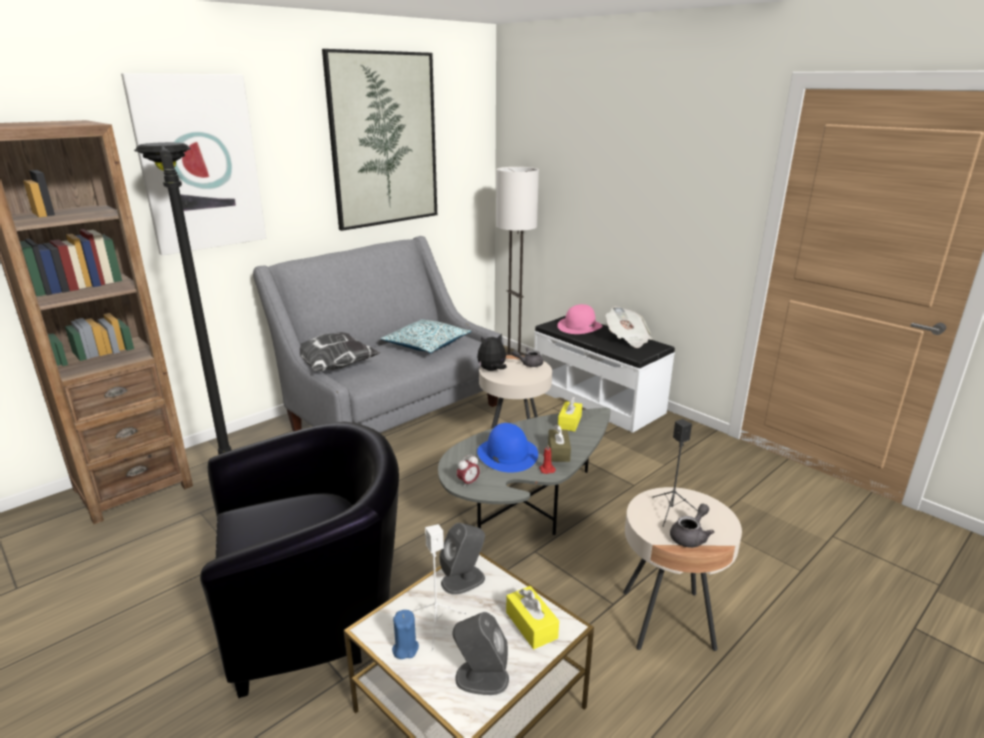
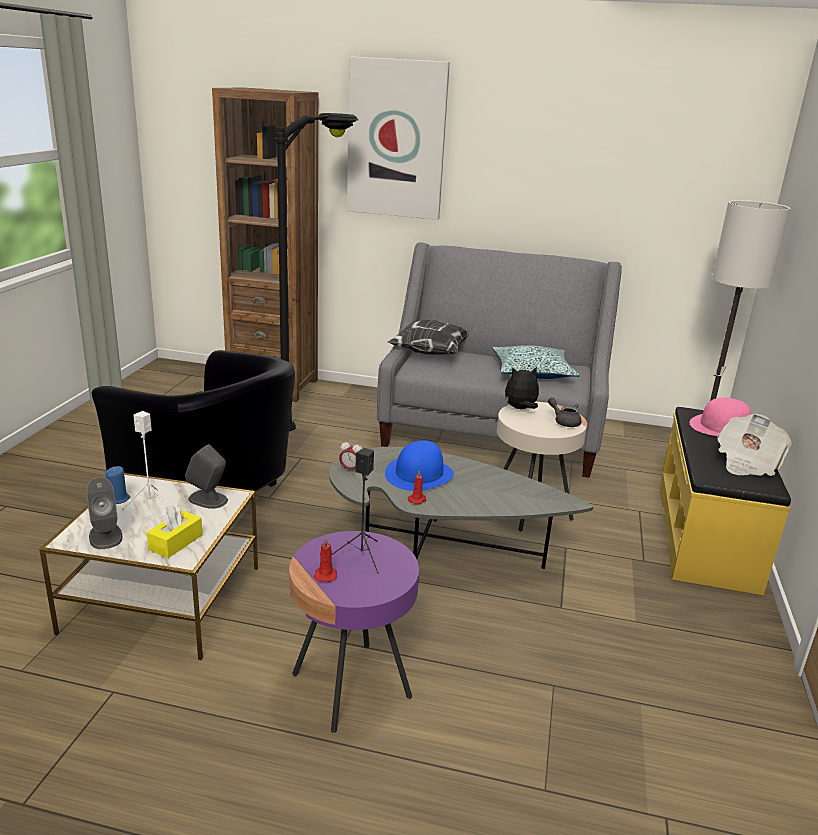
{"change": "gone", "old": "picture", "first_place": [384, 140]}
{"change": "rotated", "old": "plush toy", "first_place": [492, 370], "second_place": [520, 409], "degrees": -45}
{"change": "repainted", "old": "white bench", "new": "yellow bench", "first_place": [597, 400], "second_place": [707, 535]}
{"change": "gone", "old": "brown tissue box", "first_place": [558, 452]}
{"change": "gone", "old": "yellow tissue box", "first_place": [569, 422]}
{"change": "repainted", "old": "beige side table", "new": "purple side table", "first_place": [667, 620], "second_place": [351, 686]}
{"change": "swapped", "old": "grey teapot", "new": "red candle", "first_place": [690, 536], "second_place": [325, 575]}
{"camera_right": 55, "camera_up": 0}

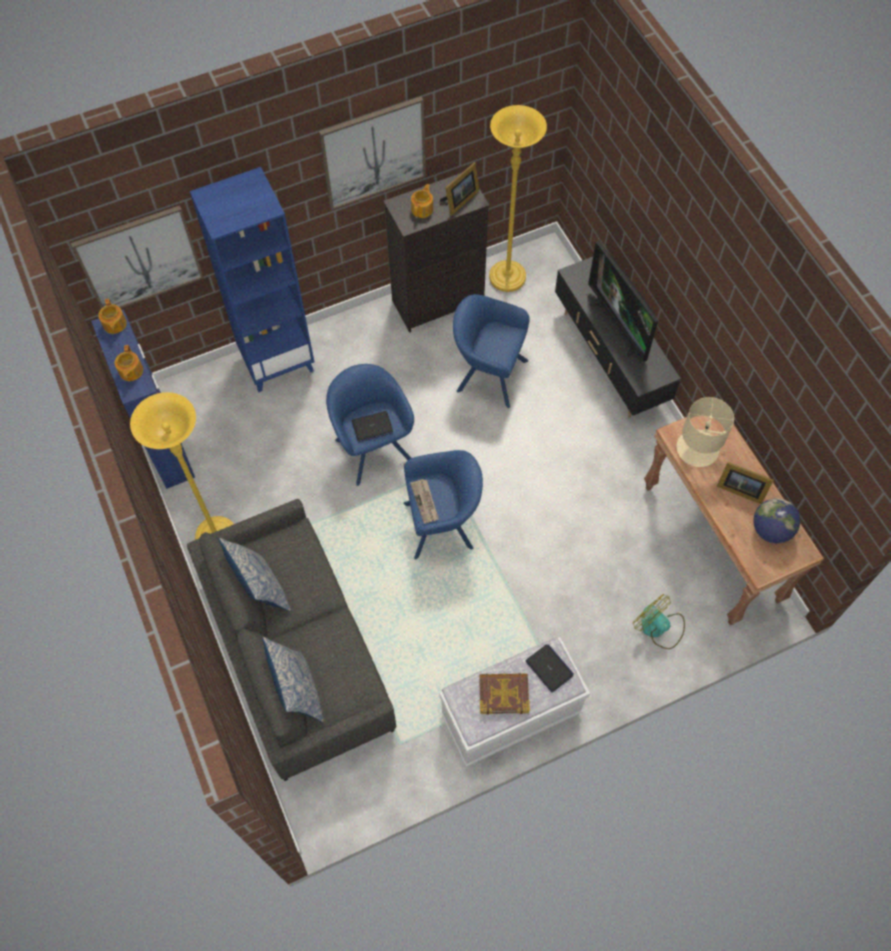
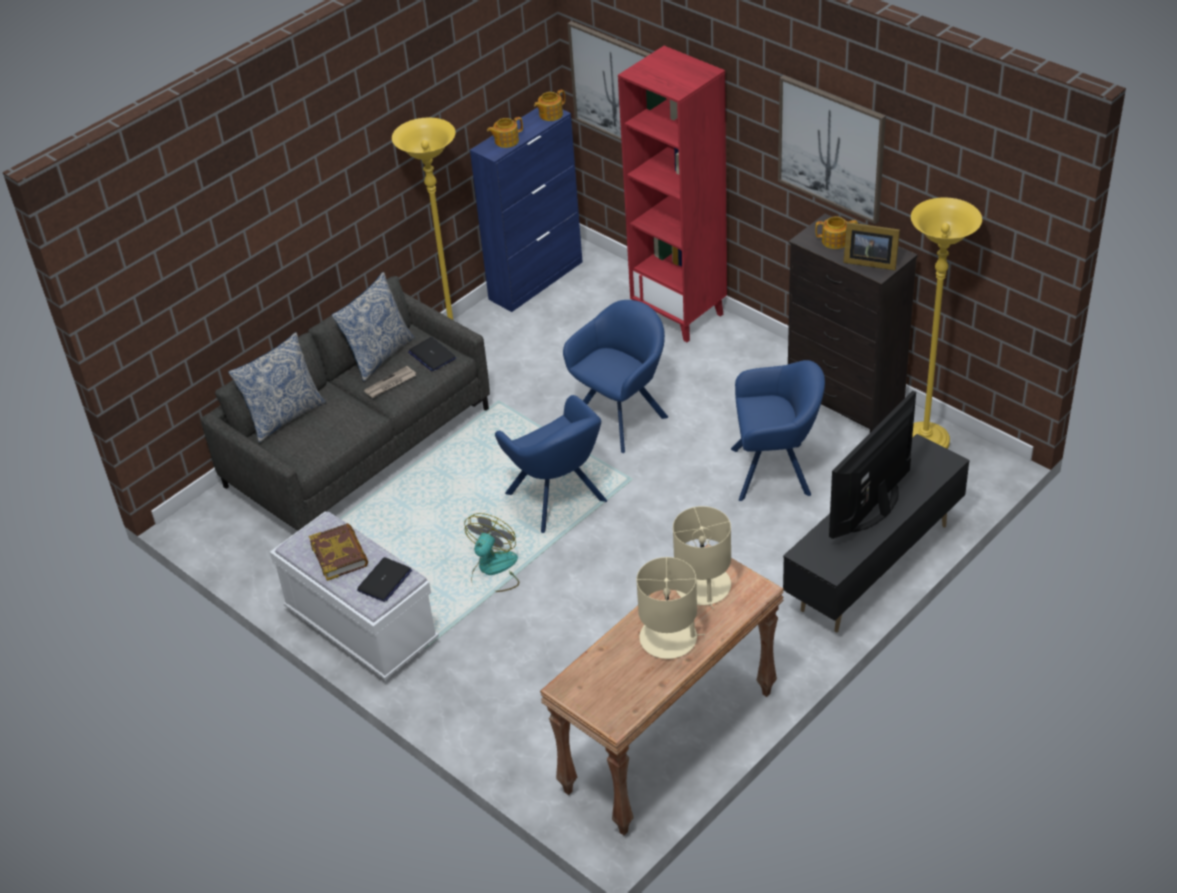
{"change": "repainted", "old": "blue bookcase", "new": "red bookcase", "first_place": [278, 362], "second_place": [680, 314]}
{"change": "shifted", "old": "laptop", "first_place": [372, 427], "second_place": [432, 355]}
{"change": "shifted", "old": "newspaper", "first_place": [425, 502], "second_place": [390, 384]}
{"change": "rotated", "old": "blue armchair", "first_place": [488, 374], "second_place": [776, 471], "degrees": 90}
{"change": "shifted", "old": "fan", "first_place": [658, 627], "second_place": [493, 570]}
{"change": "swapped", "old": "picture frame", "new": "beige table lamp", "first_place": [739, 489], "second_place": [669, 638]}
{"change": "gone", "old": "globe", "first_place": [770, 530]}
{"camera_right": 70, "camera_up": -20}

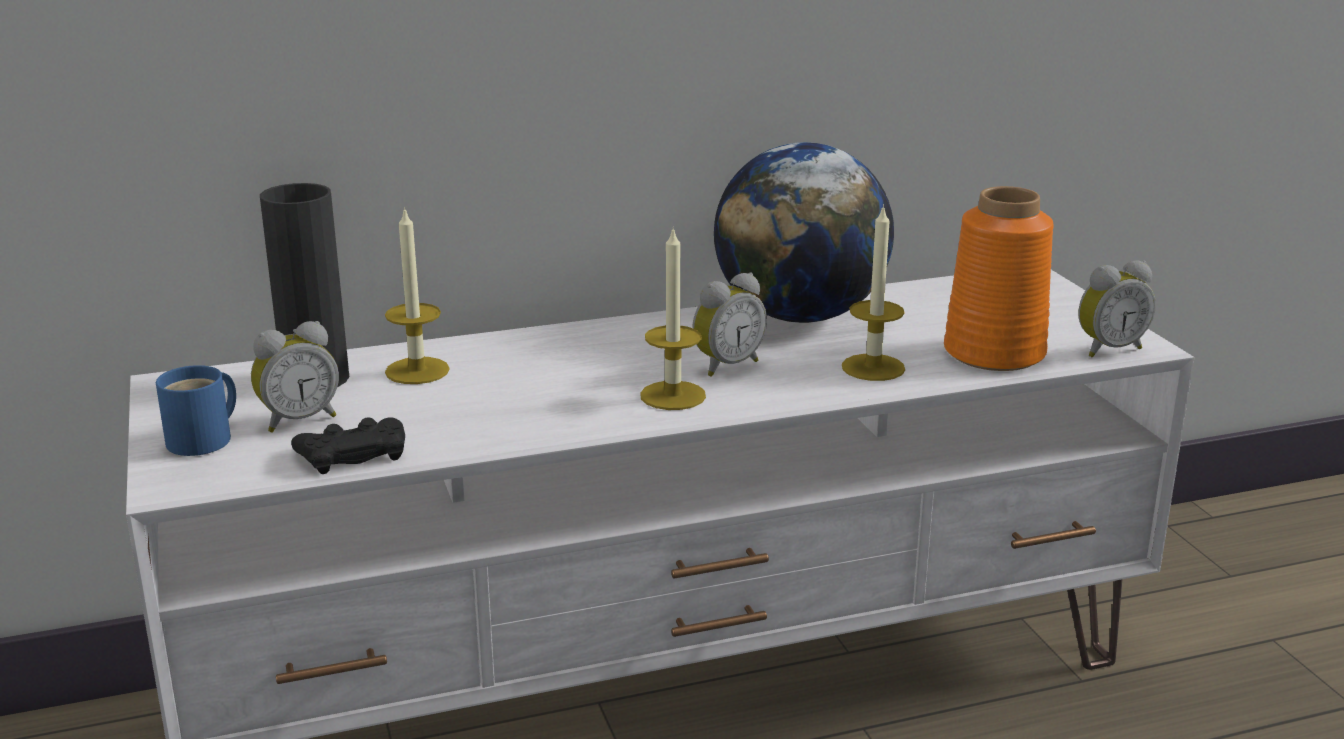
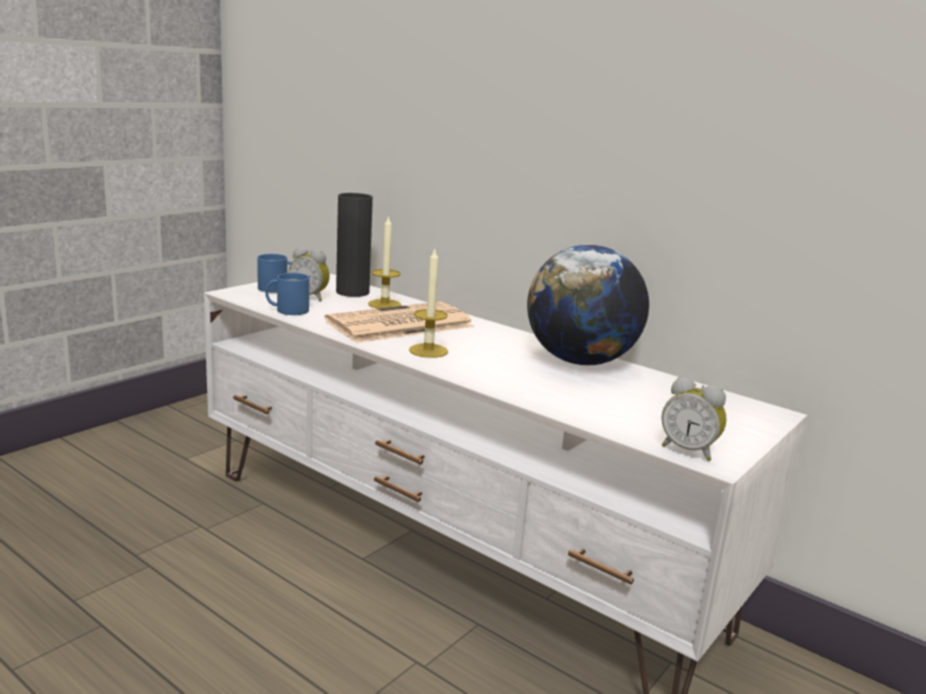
{"change": "swapped", "old": "black game controller", "new": "blue mug", "first_place": [353, 454], "second_place": [289, 310]}
{"change": "gone", "old": "alarm clock", "first_place": [725, 365]}
{"change": "gone", "old": "candle", "first_place": [873, 367]}
{"change": "gone", "old": "orange vase", "first_place": [994, 352]}
{"change": "new", "new": "newspaper", "second_place": [398, 324]}
{"camera_right": 55, "camera_up": -5}

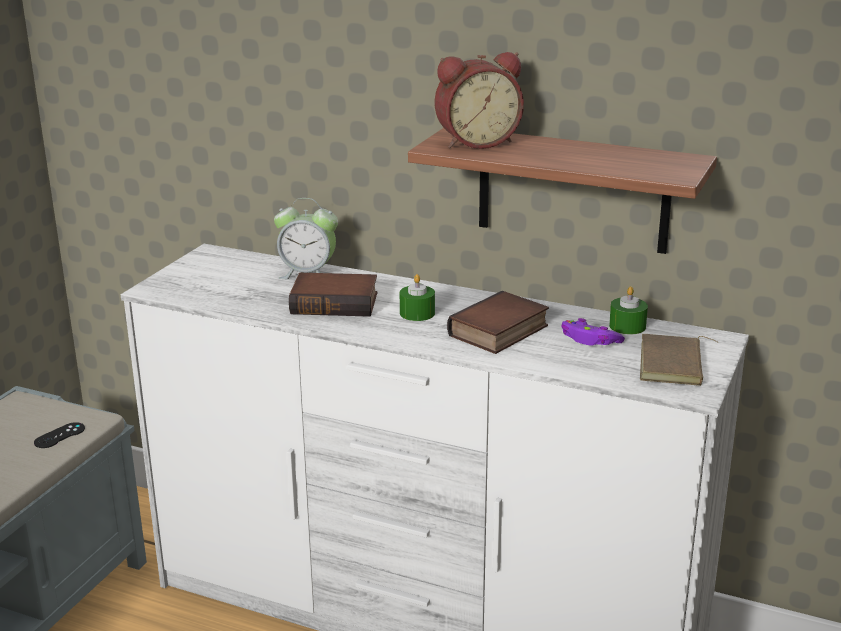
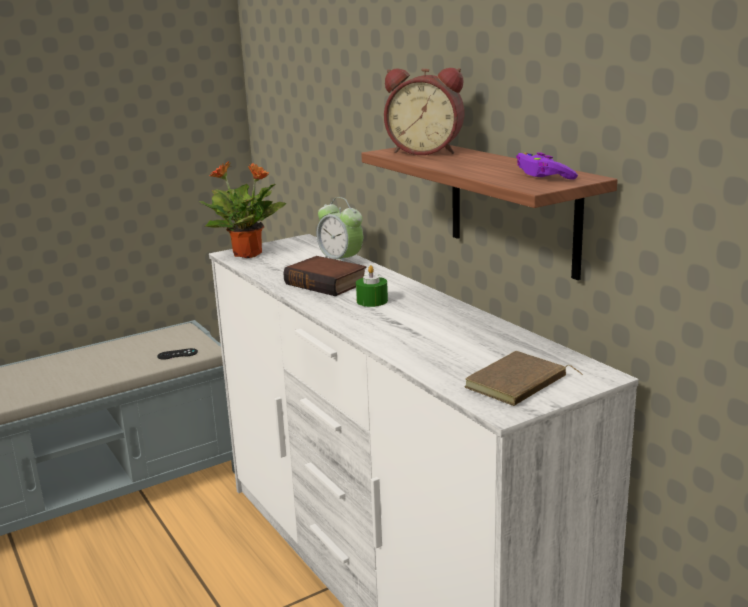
{"change": "gone", "old": "book", "first_place": [499, 332]}
{"change": "shifted", "old": "purple game controller", "first_place": [590, 340], "second_place": [543, 175]}
{"change": "gone", "old": "green candle", "first_place": [627, 326]}
{"change": "new", "new": "potted plant", "second_place": [249, 254]}
{"camera_right": 35, "camera_up": -5}

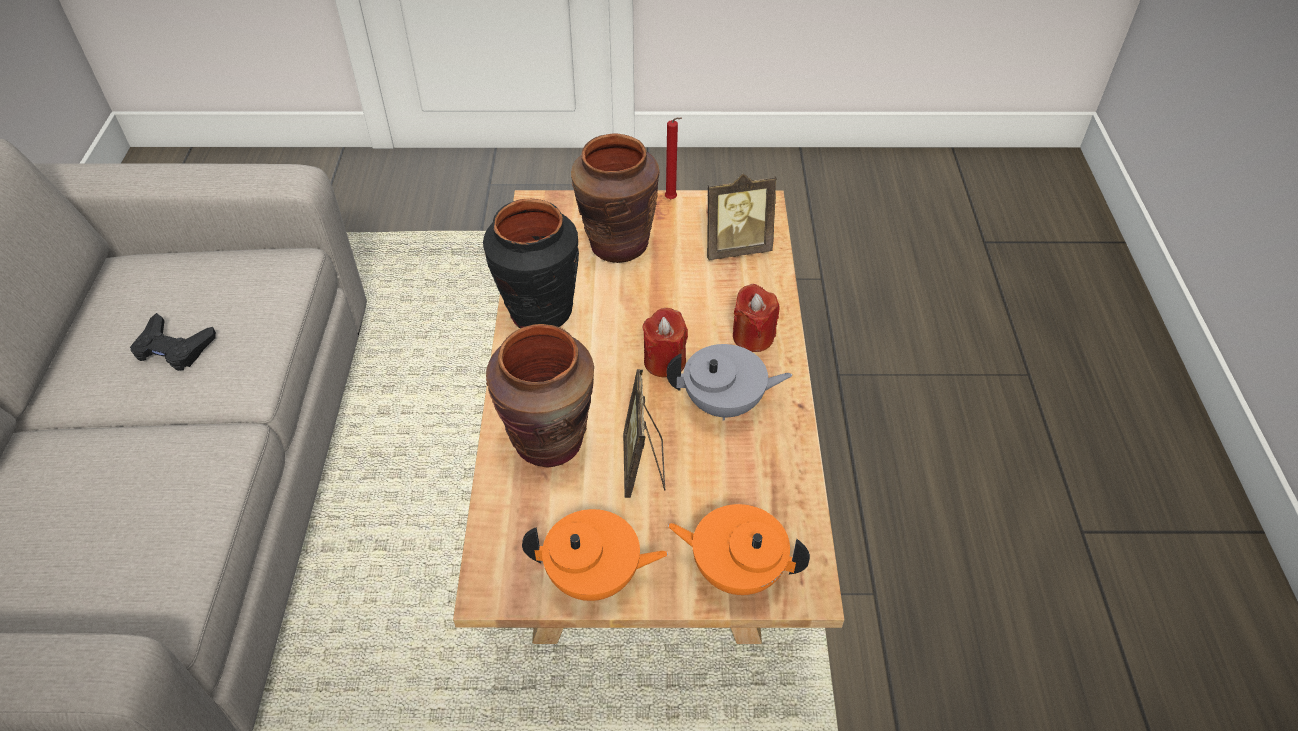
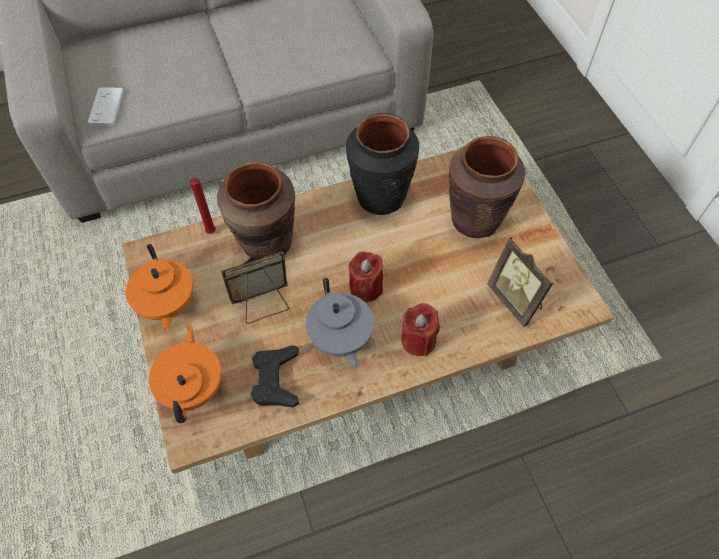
{"change": "shifted", "old": "black game controller", "first_place": [173, 348], "second_place": [276, 379]}
{"change": "shifted", "old": "red candle", "first_place": [672, 200], "second_place": [210, 233]}
{"change": "new", "new": "white game controller", "second_place": [106, 107]}
{"camera_right": 70, "camera_up": 10}

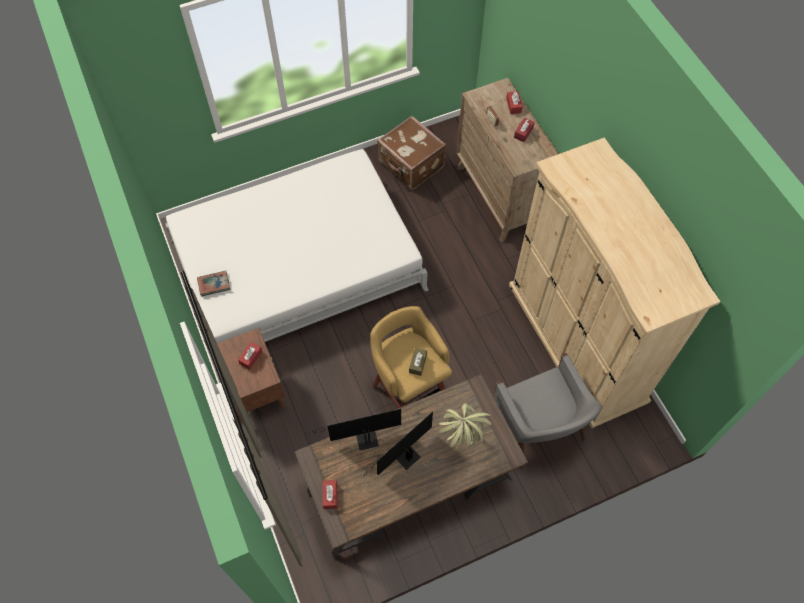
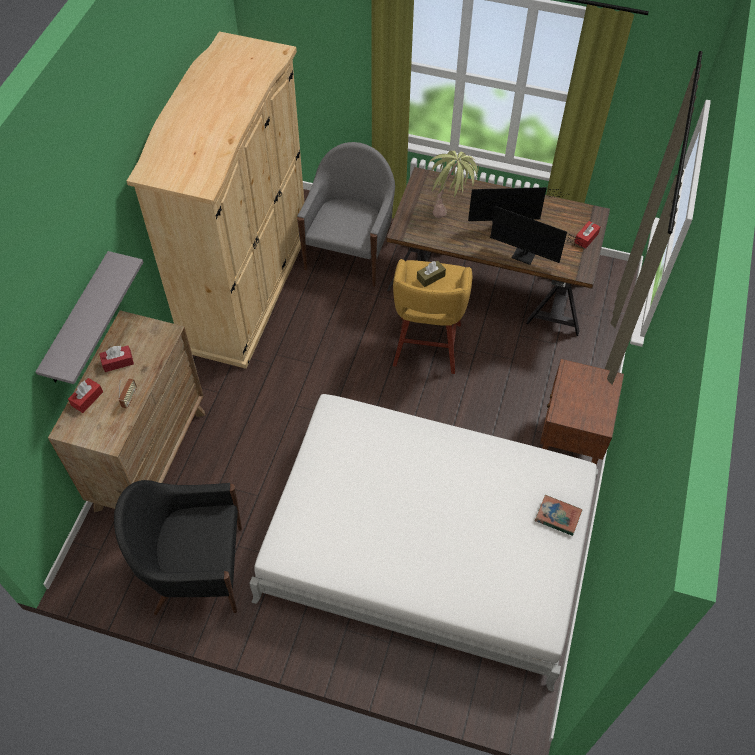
{"change": "gone", "old": "red tissue box", "first_place": [251, 357]}
{"change": "swapped", "old": "brown suitcase", "new": "black armchair", "first_place": [410, 165], "second_place": [196, 570]}
{"change": "new", "new": "grey shelf", "second_place": [78, 320]}
{"camera_right": -140, "camera_up": -5}

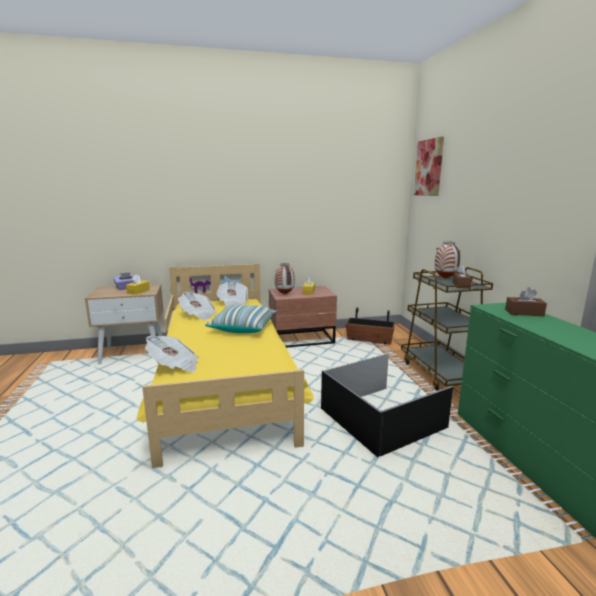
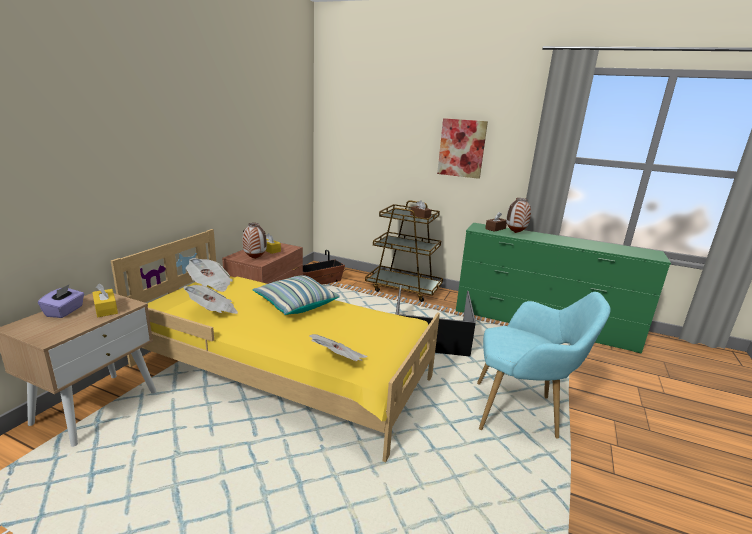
{"change": "shifted", "old": "picture", "first_place": [429, 167], "second_place": [461, 148]}
{"change": "shifted", "old": "vase", "first_place": [445, 278], "second_place": [515, 232]}
{"change": "new", "new": "turquoise armchair", "second_place": [522, 412]}
{"camera_right": -55, "camera_up": 5}

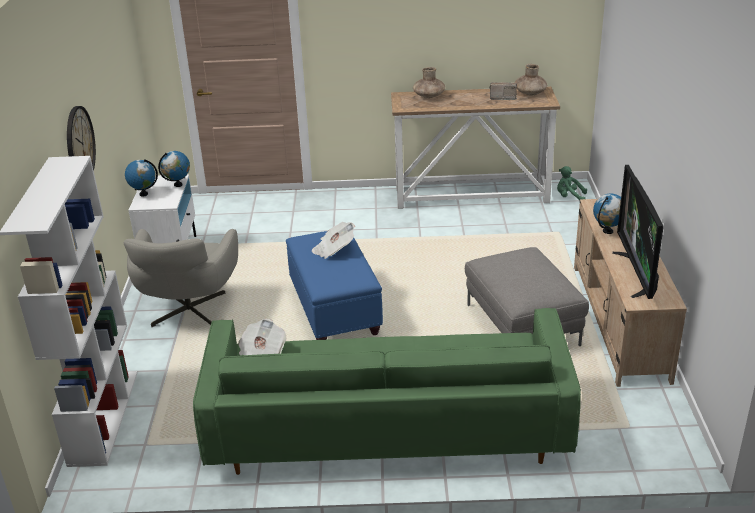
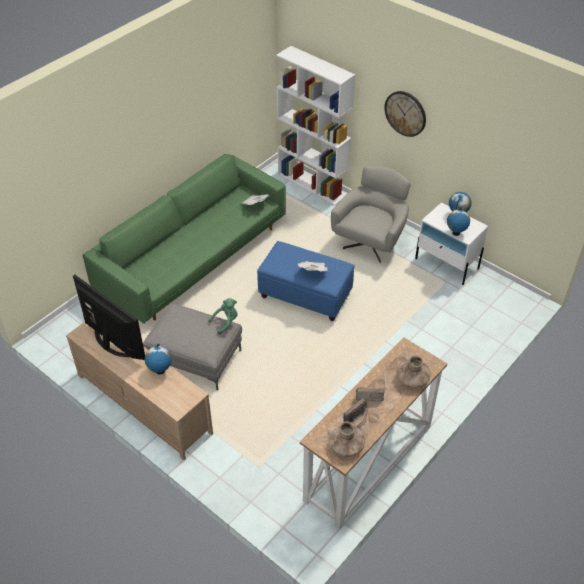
{"change": "rotated", "old": "grey armchair", "first_place": [188, 312], "second_place": [371, 243], "degrees": 75}
{"change": "shifted", "old": "green plush toy", "first_place": [569, 197], "second_place": [226, 322]}
{"change": "new", "new": "radio", "second_place": [368, 396]}
{"camera_right": 130, "camera_up": 15}

